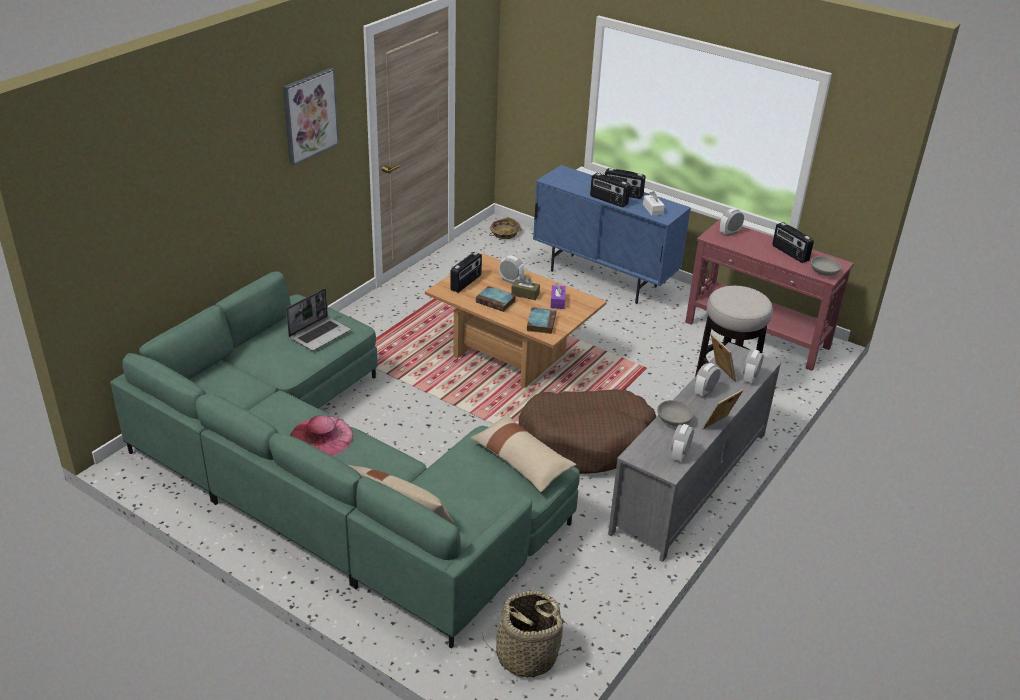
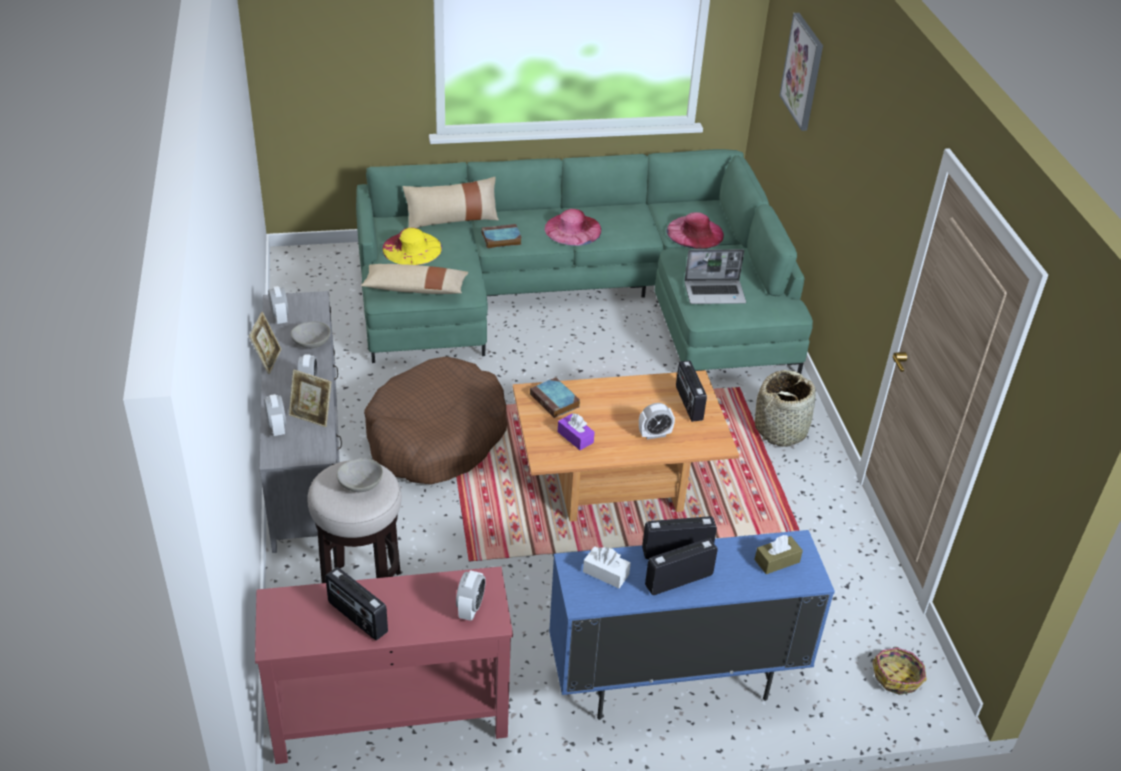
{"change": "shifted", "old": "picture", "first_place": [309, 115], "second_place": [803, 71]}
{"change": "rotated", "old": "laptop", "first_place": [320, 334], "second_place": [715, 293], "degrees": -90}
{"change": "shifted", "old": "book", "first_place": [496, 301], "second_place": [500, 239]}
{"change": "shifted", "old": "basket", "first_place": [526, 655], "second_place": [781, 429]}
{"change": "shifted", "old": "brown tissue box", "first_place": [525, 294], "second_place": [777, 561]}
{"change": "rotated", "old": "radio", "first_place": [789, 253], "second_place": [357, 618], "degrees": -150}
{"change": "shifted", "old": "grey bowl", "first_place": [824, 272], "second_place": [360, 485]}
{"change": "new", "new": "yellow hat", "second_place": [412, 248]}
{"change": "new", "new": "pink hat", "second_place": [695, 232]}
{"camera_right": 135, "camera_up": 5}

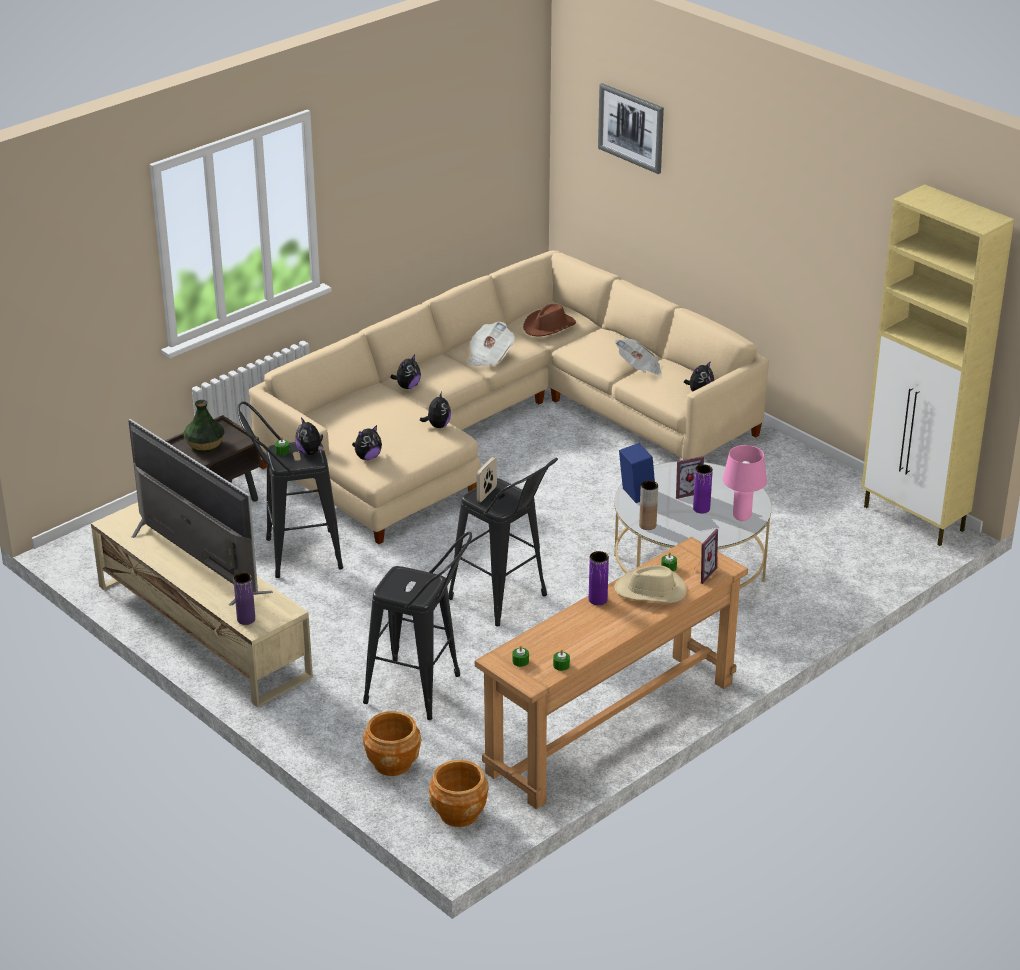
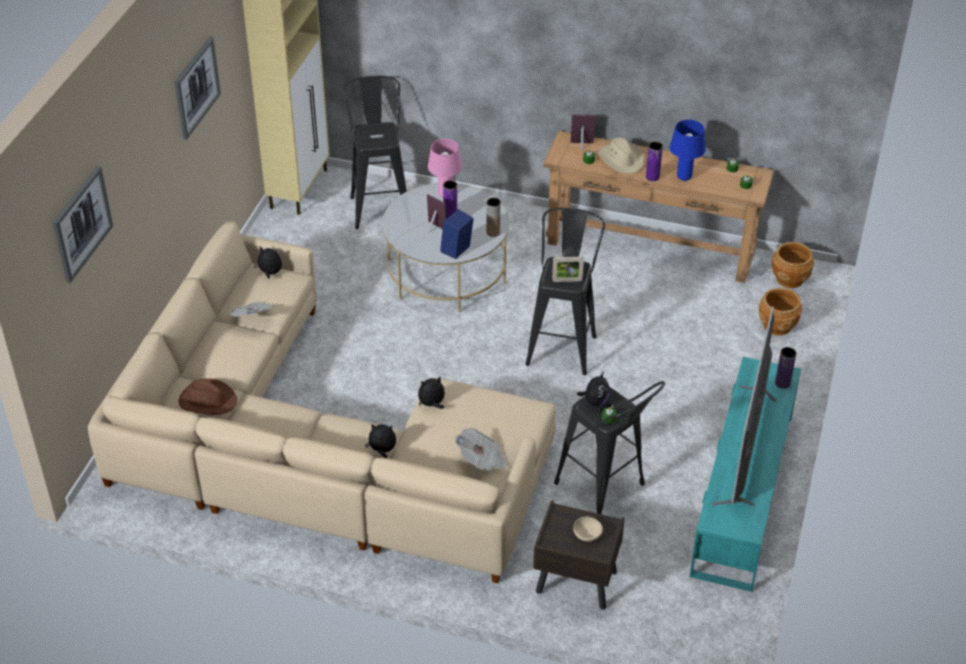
{"change": "repainted", "old": "beige tv stand", "new": "turquoise tv stand", "first_place": [202, 629], "second_place": [742, 493]}
{"change": "swapped", "old": "vase", "new": "beige bowl", "first_place": [204, 445], "second_place": [588, 535]}
{"change": "gone", "old": "plush toy", "first_place": [367, 457]}
{"change": "shifted", "old": "black stool", "first_place": [422, 692], "second_place": [380, 205]}
{"change": "shifted", "old": "newspaper", "first_place": [489, 357], "second_place": [481, 460]}
{"change": "new", "new": "picture", "second_place": [196, 87]}
{"change": "new", "new": "blue table lamp", "second_place": [684, 177]}
{"camera_right": -120, "camera_up": 10}

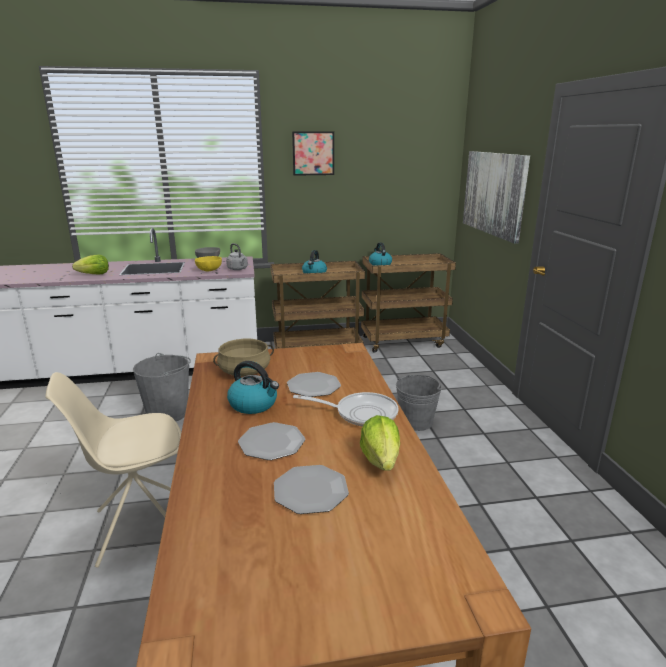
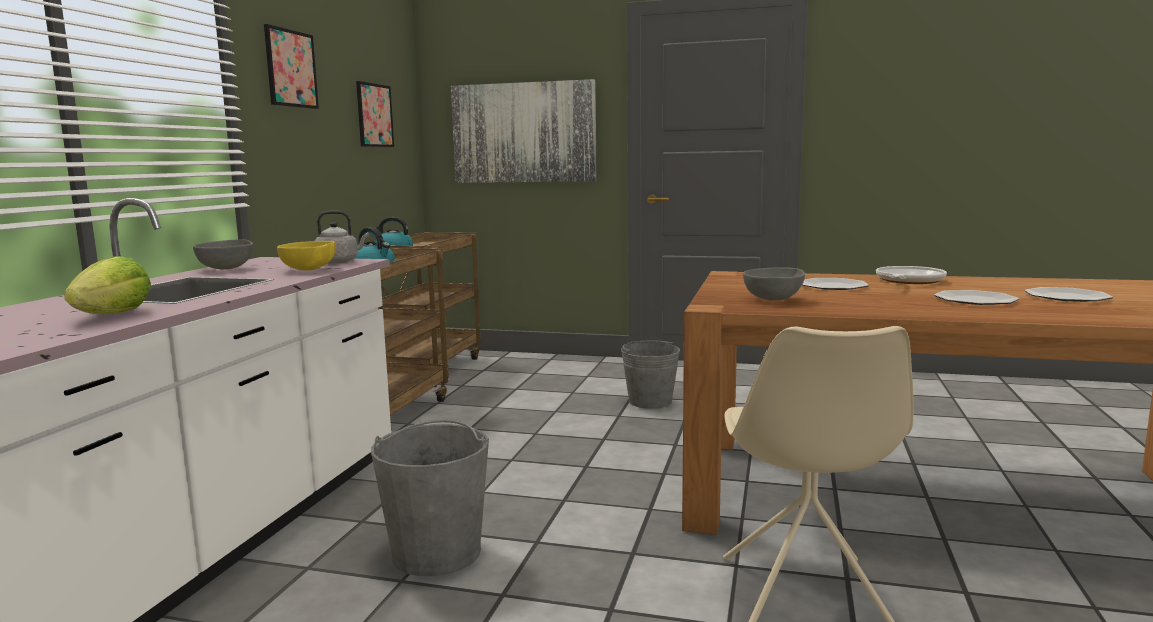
{"change": "swapped", "old": "beige cooking pot", "new": "grey bowl", "first_place": [244, 372], "second_place": [774, 299]}
{"change": "gone", "old": "kettle", "first_place": [254, 404]}
{"change": "gone", "old": "lettuce", "first_place": [381, 460]}
{"change": "new", "new": "picture", "second_place": [374, 115]}
{"camera_right": -65, "camera_up": -10}

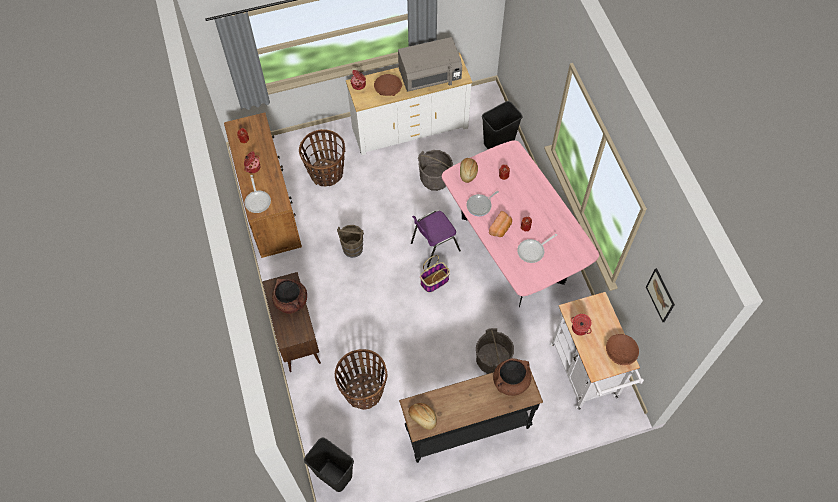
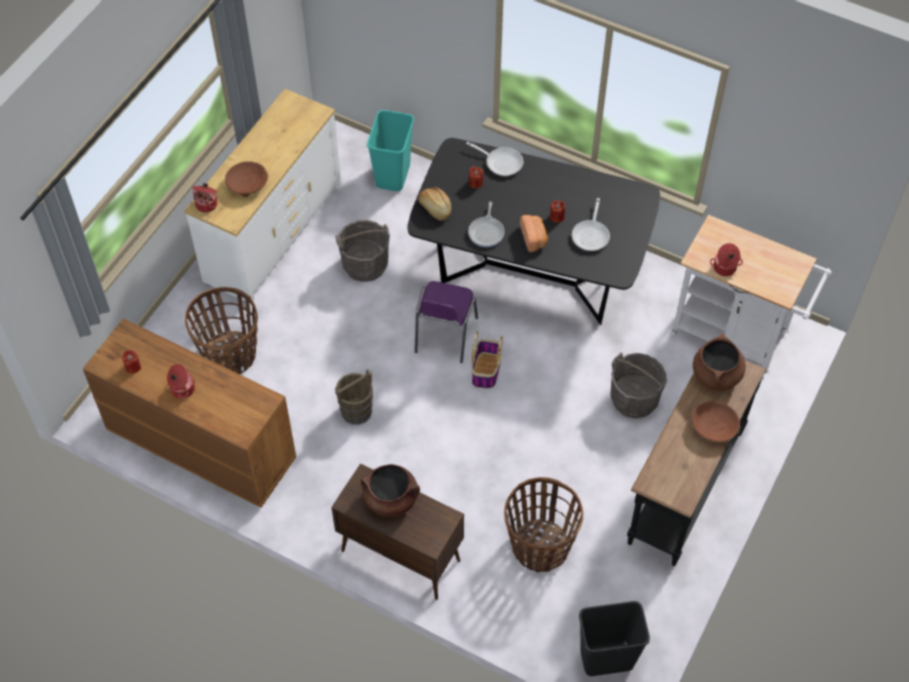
{"change": "shifted", "old": "frying pan", "first_place": [257, 200], "second_place": [501, 162]}
{"change": "gone", "old": "grey microwave", "first_place": [430, 77]}
{"change": "gone", "old": "bread", "first_place": [422, 418]}
{"change": "repainted", "old": "pink dining table", "new": "black dining table", "first_place": [512, 250], "second_place": [530, 274]}
{"change": "repainted", "old": "black trash can", "new": "turquoise trash can", "first_place": [498, 143], "second_place": [392, 175]}
{"change": "shifted", "old": "brown bowl", "first_place": [620, 352], "second_place": [713, 427]}
{"change": "gone", "old": "picture", "first_place": [660, 295]}
{"camera_right": -45, "camera_up": -5}

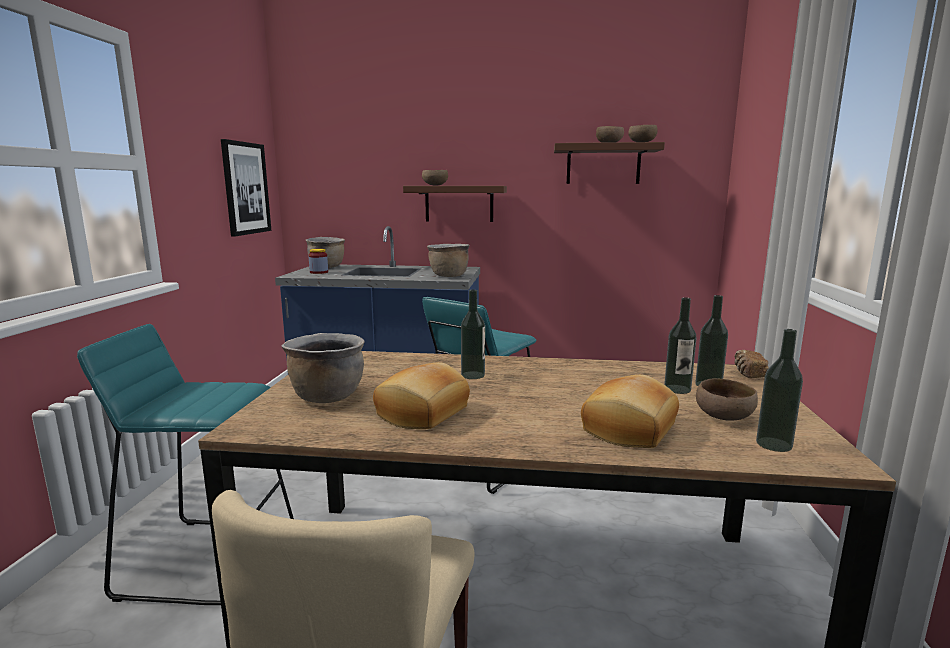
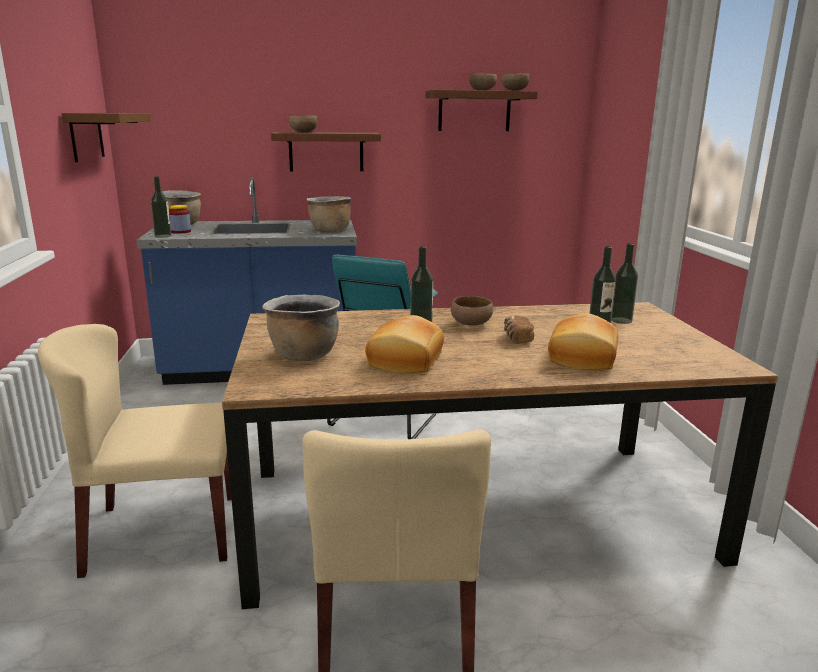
{"change": "swapped", "old": "turquoise stool", "new": "beige chair", "first_place": [209, 559], "second_place": [161, 533]}
{"change": "swapped", "old": "picture", "new": "brown shelf", "first_place": [246, 188], "second_place": [86, 136]}
{"change": "shifted", "old": "brown bowl", "first_place": [725, 417], "second_place": [472, 324]}
{"change": "shifted", "old": "bread", "first_place": [748, 374], "second_place": [516, 339]}
{"change": "shifted", "old": "bottle", "first_place": [774, 444], "second_place": [163, 236]}
{"camera_right": -15, "camera_up": 5}

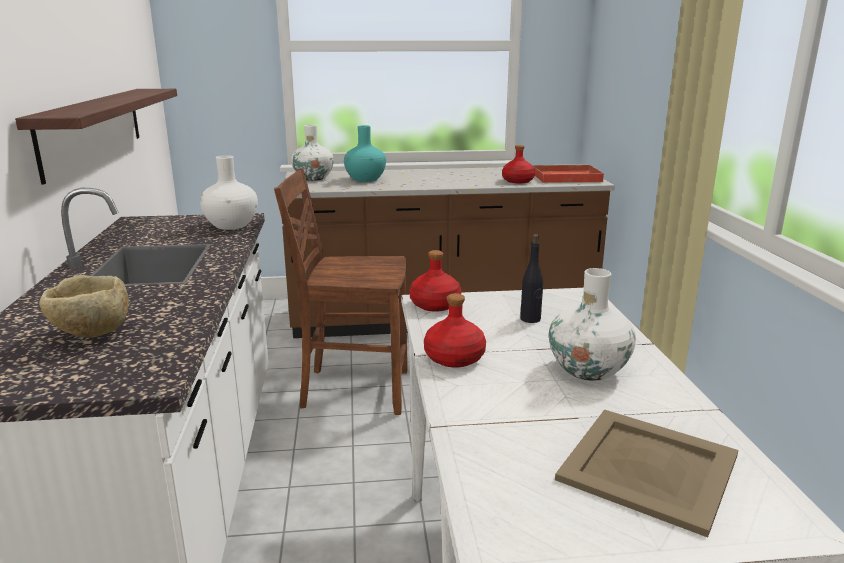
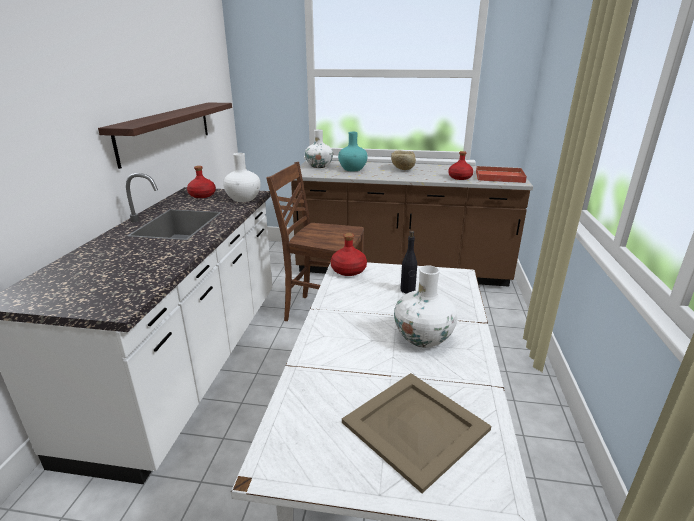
{"change": "shifted", "old": "beige bowl", "first_place": [92, 333], "second_place": [402, 169]}
{"change": "shifted", "old": "red bottle", "first_place": [454, 357], "second_place": [202, 195]}
{"camera_right": 15, "camera_up": 5}

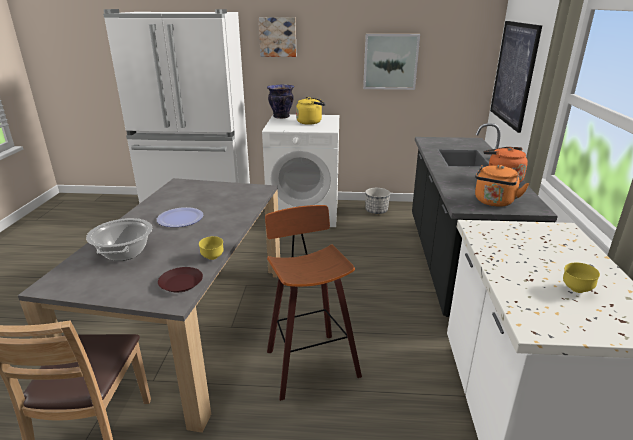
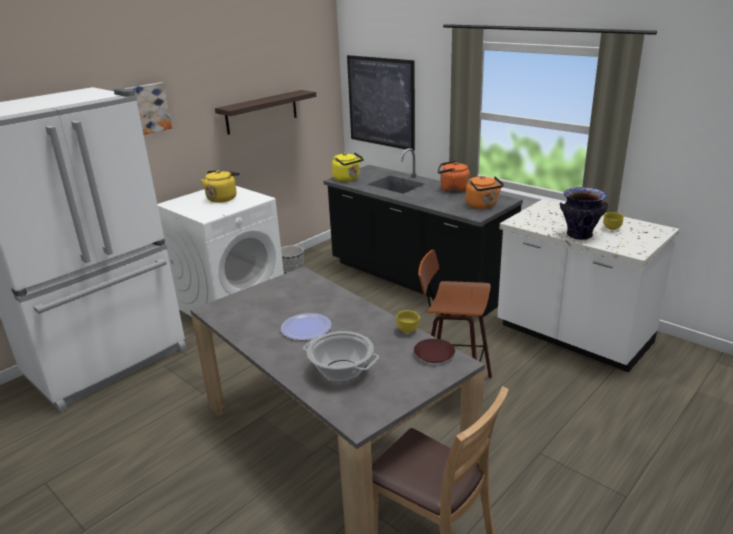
{"change": "shifted", "old": "vase", "first_place": [281, 117], "second_place": [579, 236]}
{"change": "swapped", "old": "picture", "new": "shelf", "first_place": [390, 61], "second_place": [261, 112]}
{"change": "new", "new": "yellow kettle", "second_place": [347, 179]}
{"camera_right": -50, "camera_up": 0}

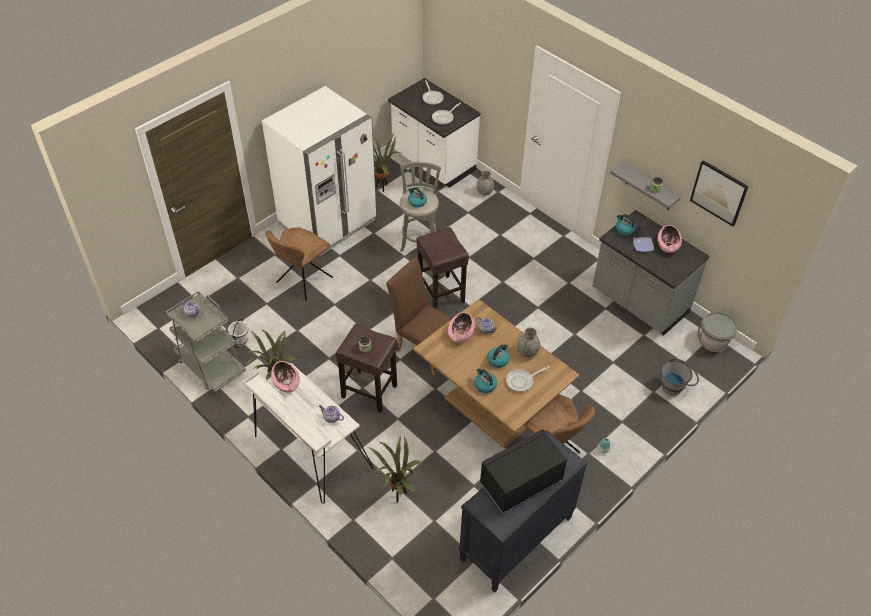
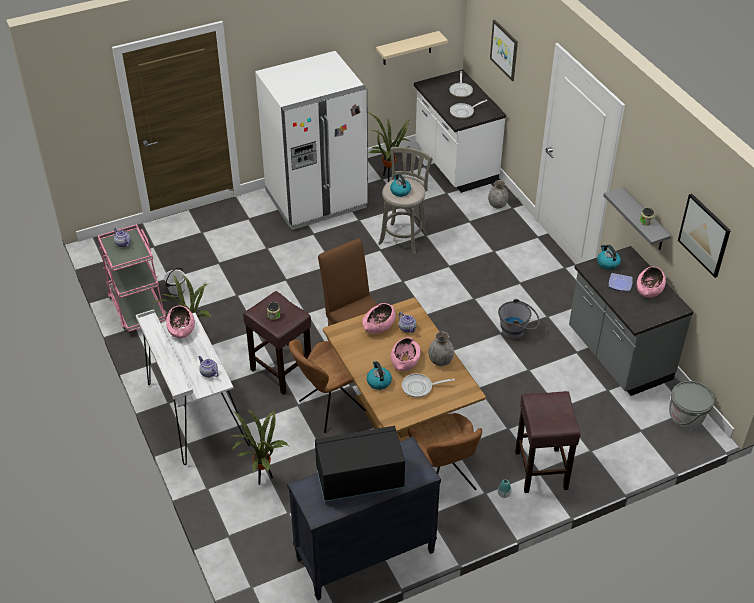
{"change": "repainted", "old": "grey cart", "new": "pink cart", "first_place": [210, 365], "second_place": [137, 308]}
{"change": "shifted", "old": "brown chair", "first_place": [303, 281], "second_place": [330, 407]}
{"change": "shifted", "old": "brown stool", "first_place": [441, 294], "second_place": [541, 471]}
{"change": "swapped", "old": "kettle", "new": "pink bowl", "first_place": [498, 360], "second_place": [405, 361]}
{"change": "shifted", "old": "grey bucket", "first_place": [675, 386], "second_place": [517, 331]}
{"change": "new", "new": "beige shelf", "second_place": [407, 48]}
{"change": "new", "new": "picture", "second_place": [504, 50]}
{"camera_right": 20, "camera_up": -5}

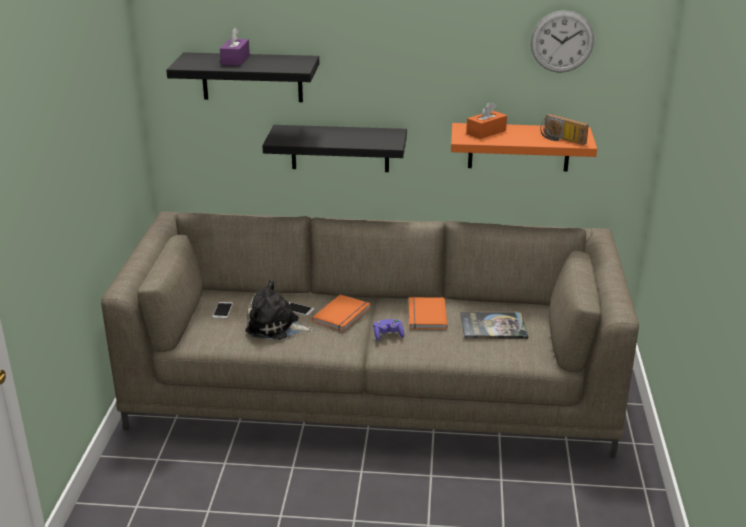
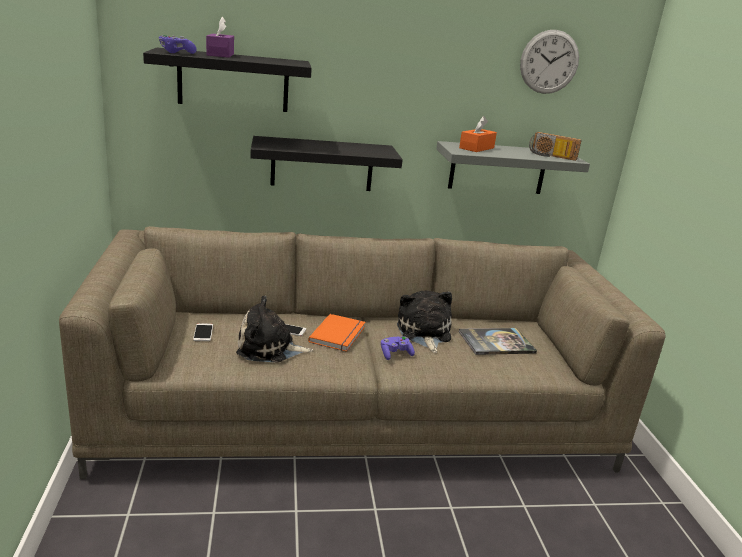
{"change": "swapped", "old": "orange book", "new": "plush toy", "first_place": [425, 315], "second_place": [424, 333]}
{"change": "repainted", "old": "orange shelf", "new": "grey shelf", "first_place": [519, 147], "second_place": [498, 168]}
{"change": "new", "new": "purple game controller", "second_place": [176, 53]}
{"camera_right": -15, "camera_up": -5}

